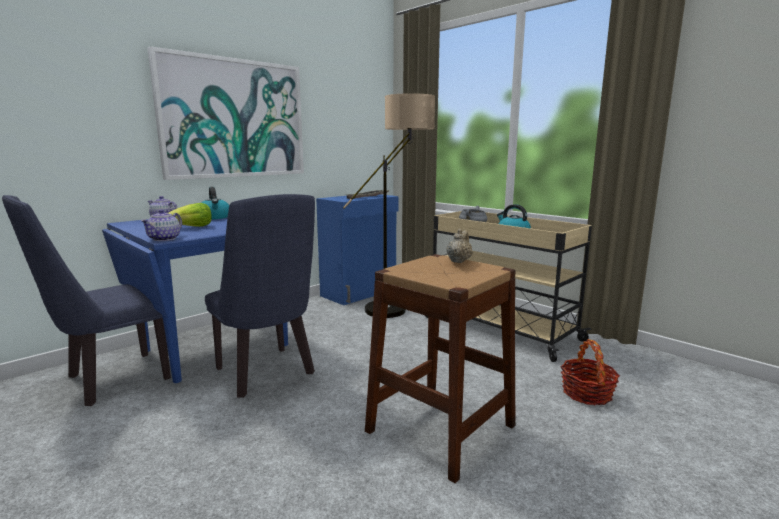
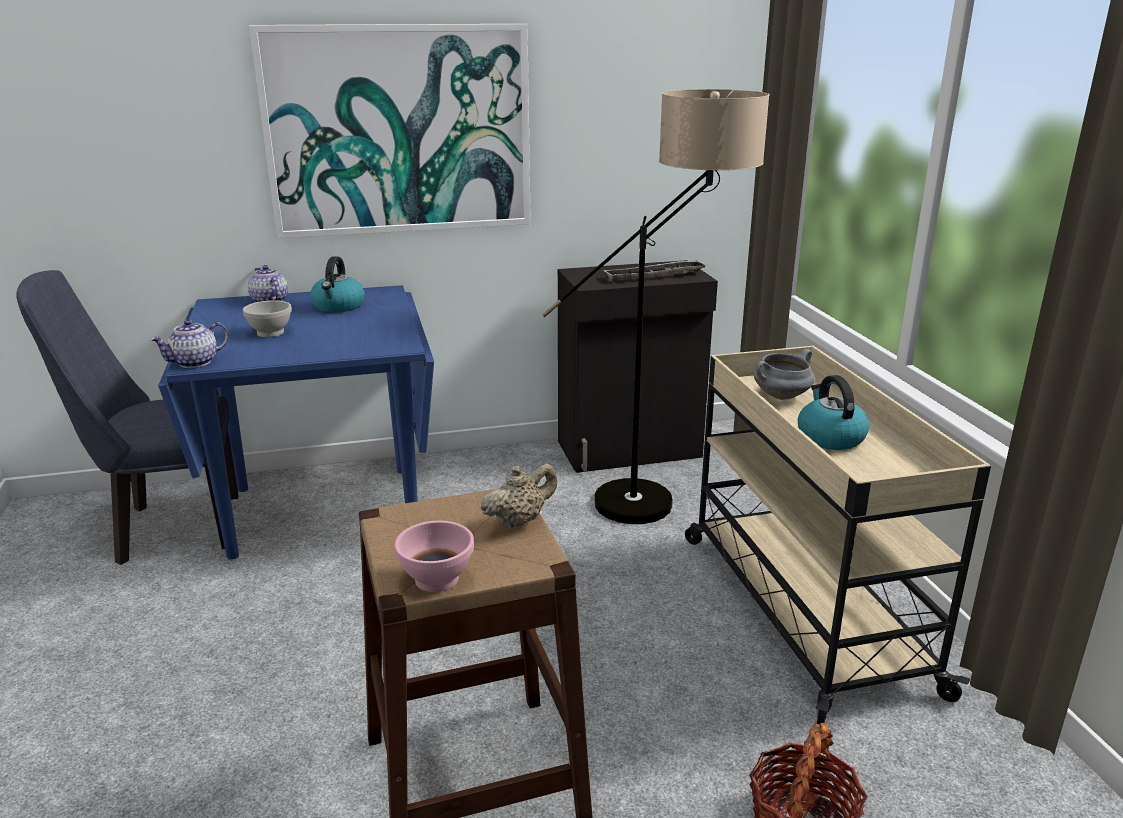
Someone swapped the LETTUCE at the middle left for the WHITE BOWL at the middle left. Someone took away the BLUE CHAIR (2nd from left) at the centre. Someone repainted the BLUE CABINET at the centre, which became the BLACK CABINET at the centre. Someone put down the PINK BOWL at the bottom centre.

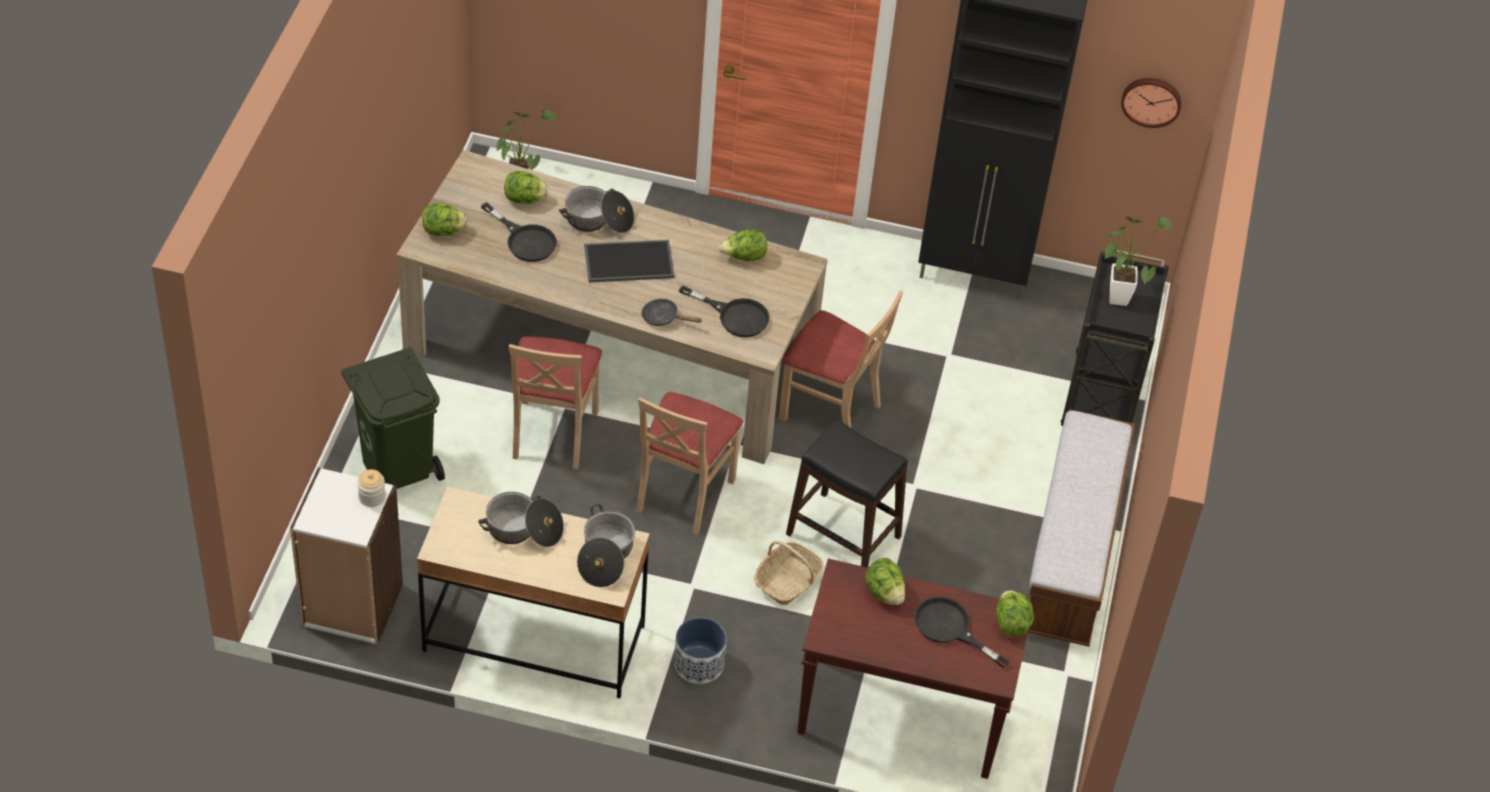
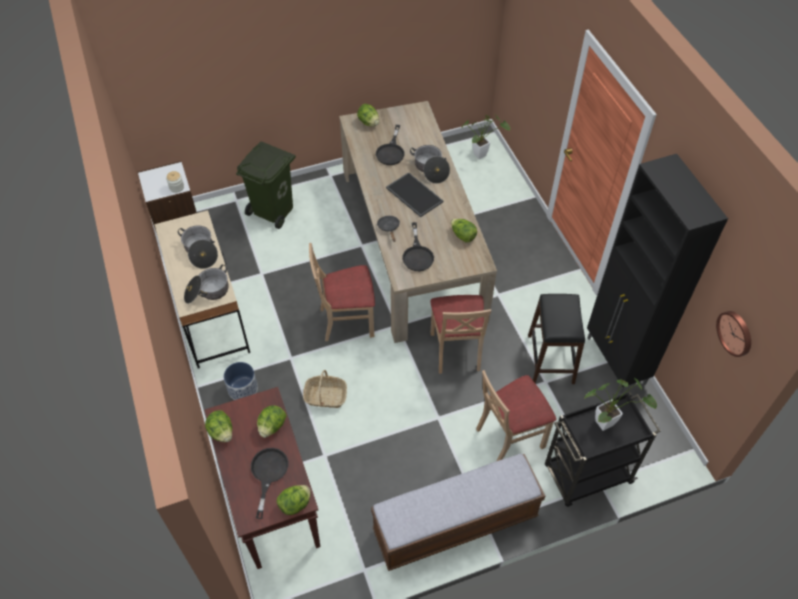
Someone carried the LETTUCE (2nd from left in the first image) from the top centre to the bottom left. Someone carried the BEIGE CHAIR (1st from left in the first image) from the centre to the bottom centre. Someone carried the BLACK STOOL from the centre to the middle right.

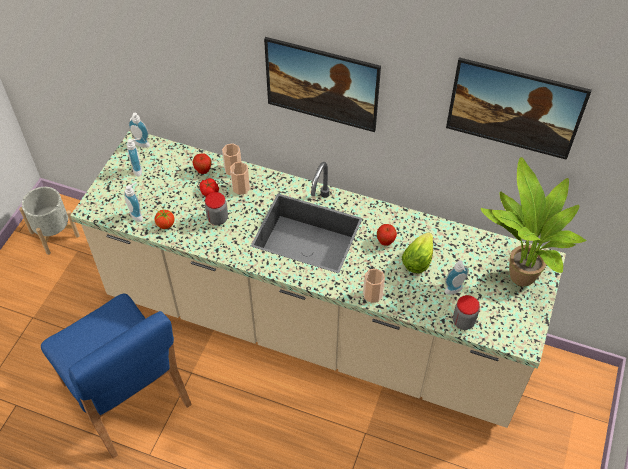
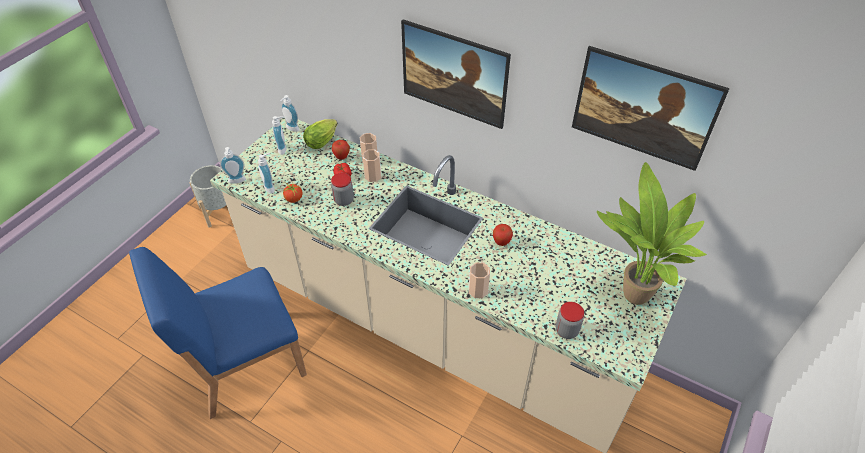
Someone rotated the BLUE CHAIR at the bottom left by 90 degrees clockwise. Someone carried the LETTUCE from the centre to the top centre. Someone carried the SOAP DISPENSER (4th from left in the first image) from the middle right to the middle left.

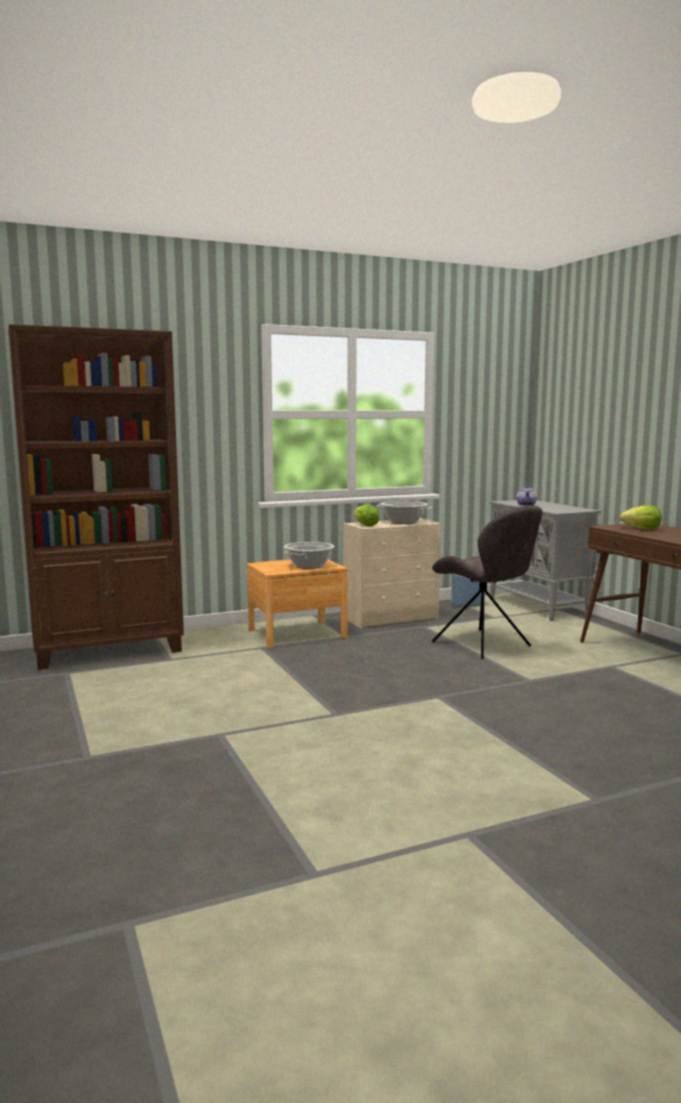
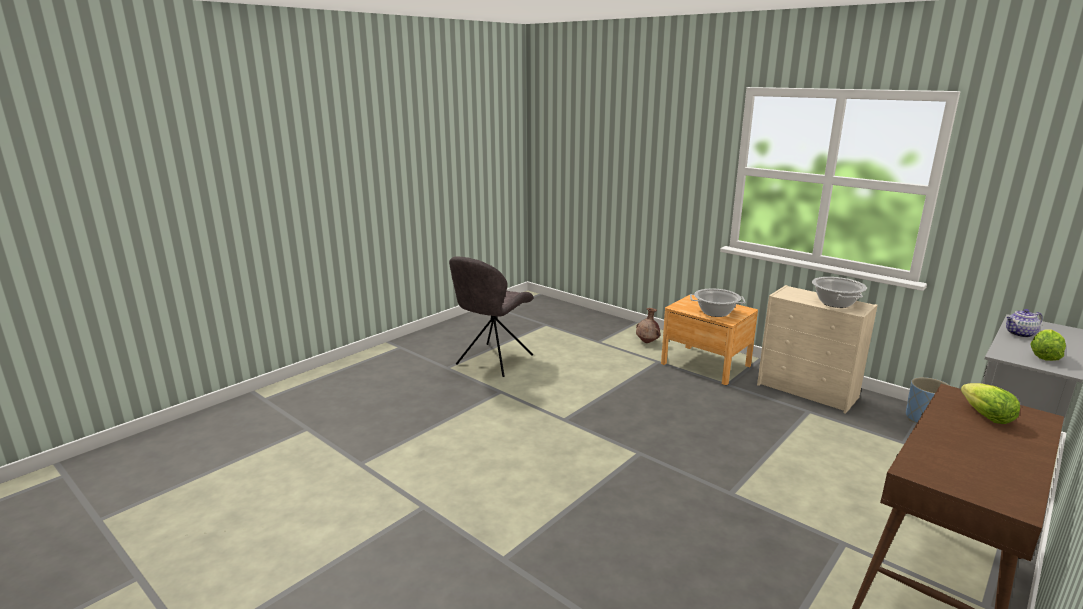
Someone took away the BROWN BOOKCASE at the middle left. Someone carried the LETTUCE (1st from left in the first image) from the centre to the middle right. Someone carried the GREY CHAIR from the middle right to the centre. Someone put down the BROWN VASE at the centre.

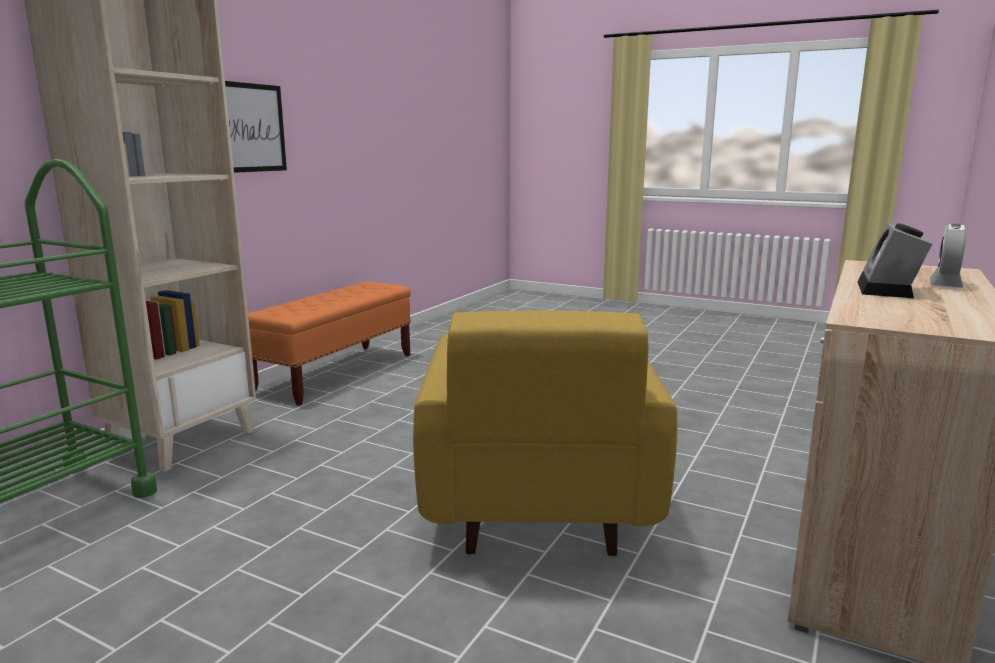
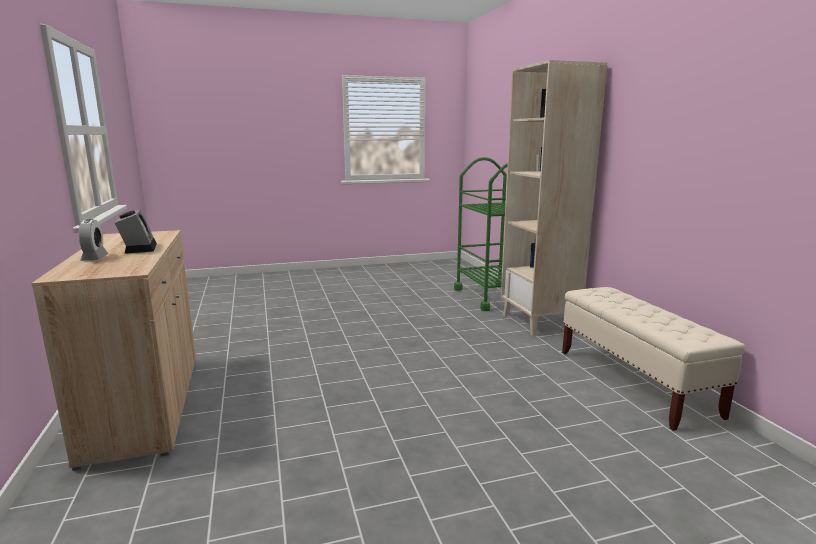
Someone took away the PICTURE at the top left. Someone repainted the ORANGE BENCH at the middle left, which became the BEIGE BENCH at the middle right. Someone took away the YELLOW ARMCHAIR at the centre.

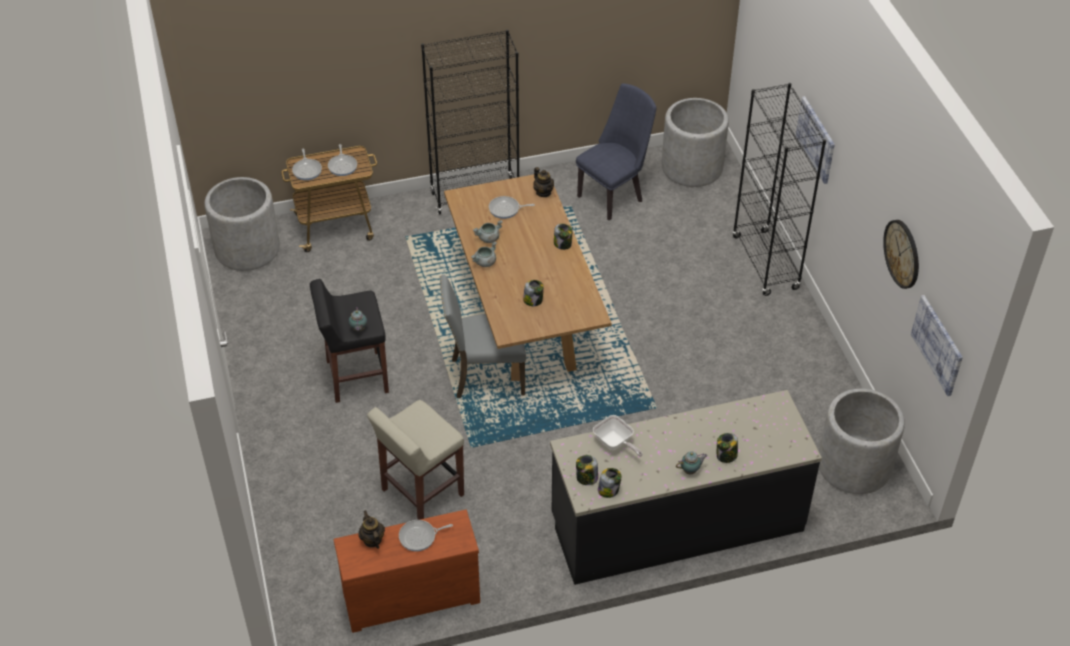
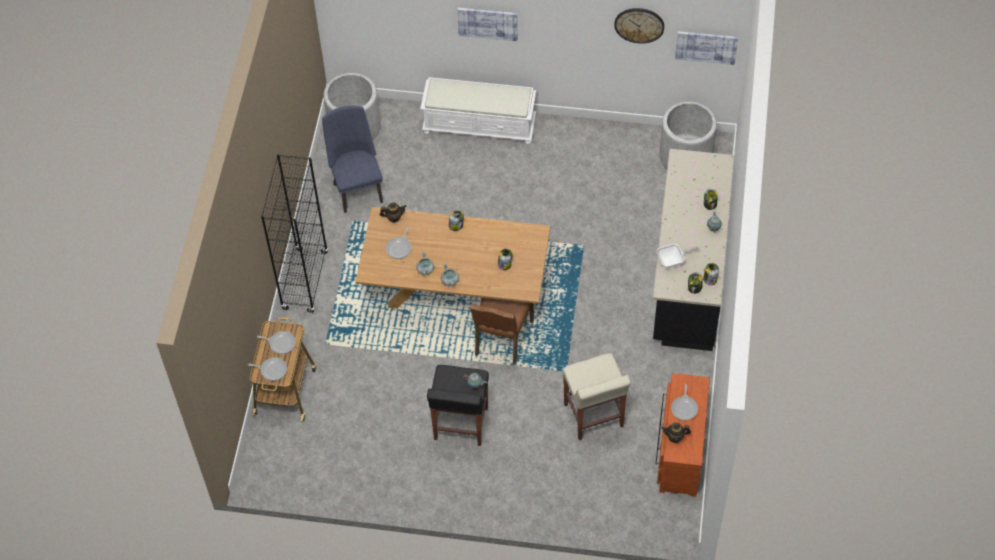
Someone took away the GREY PLANTER (1st from left) at the middle left. Someone repainted the GREY CHAIR at the centre, which became the BROWN CHAIR at the centre. Someone swapped the BLACK BOOKCASE (2nd from left) at the top right for the WHITE BENCH at the top centre.

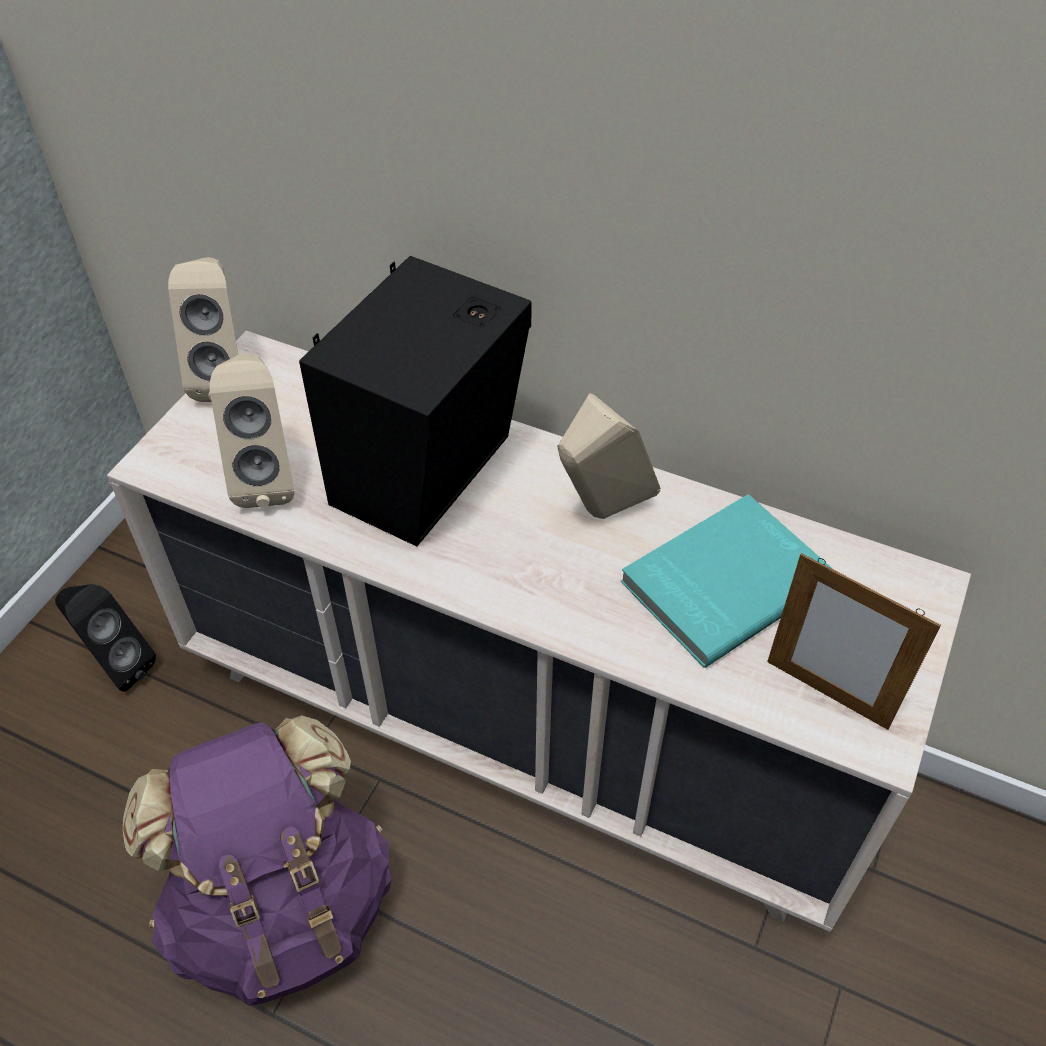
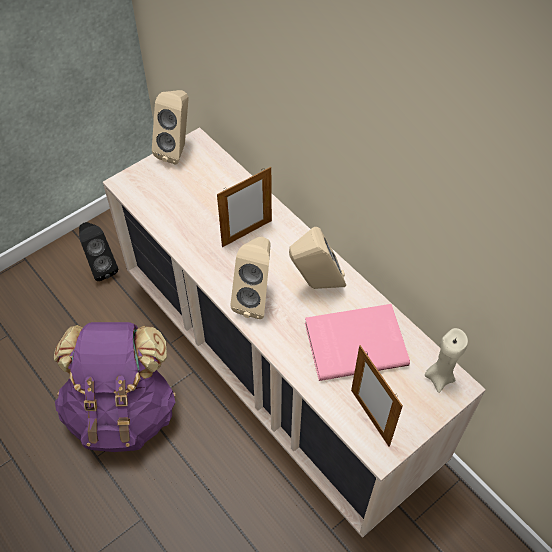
Someone carried the BEIGE SPEAKER (2nd from left) from the middle left to the centre. Someone swapped the BLACK SPEAKER (2nd from left) at the centre for the PICTURE FRAME (1st from left) at the centre. Someone repainted the TURQUOISE BOOK at the middle right, which became the PINK BOOK at the centre. Someone put down the BEIGE CANDLE at the middle right.

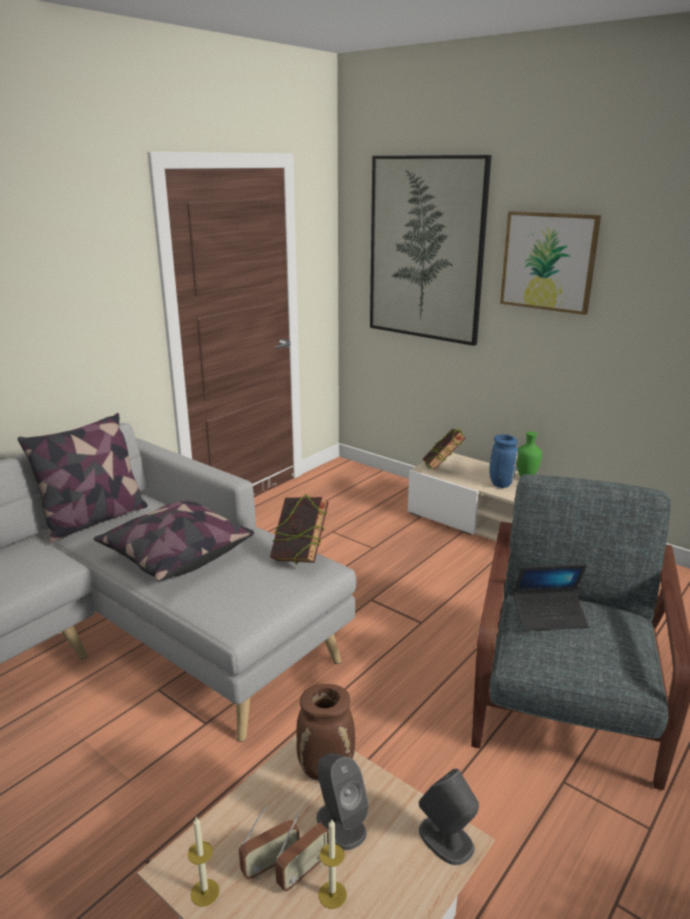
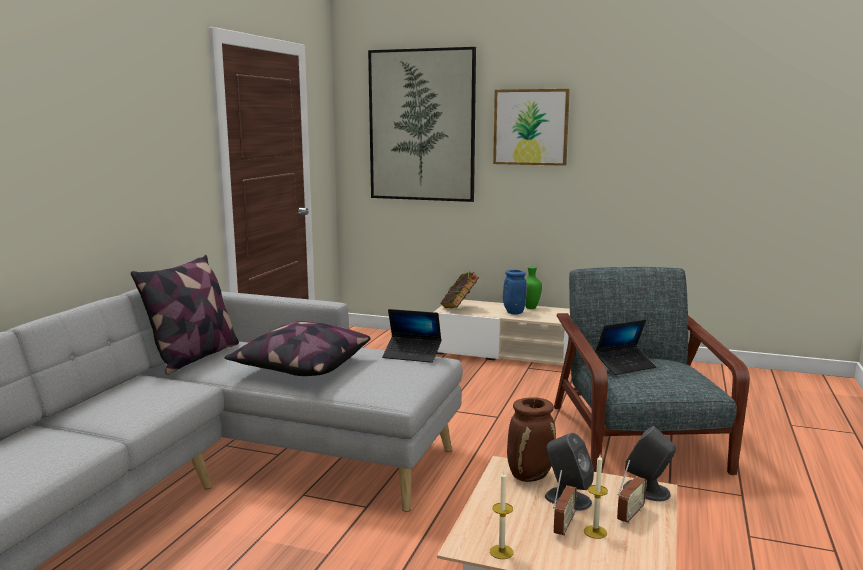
Someone carried the RADIO (1st from left in the first image) from the bottom centre to the bottom right. Someone swapped the BOOK (1st from left) at the centre for the LAPTOP (1st from left) at the centre.

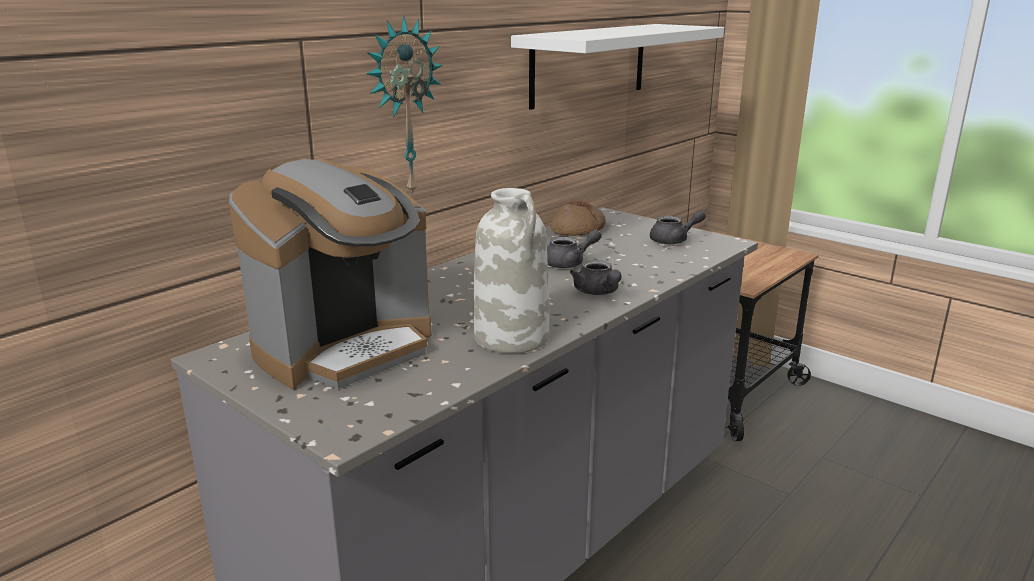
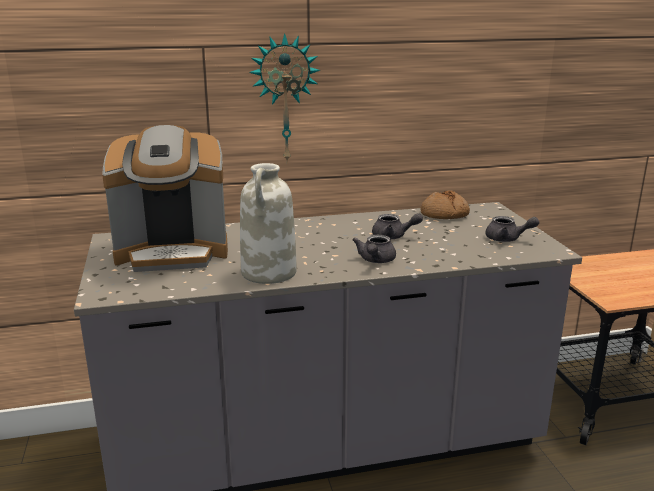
Someone took away the WHITE SHELF at the top centre.

